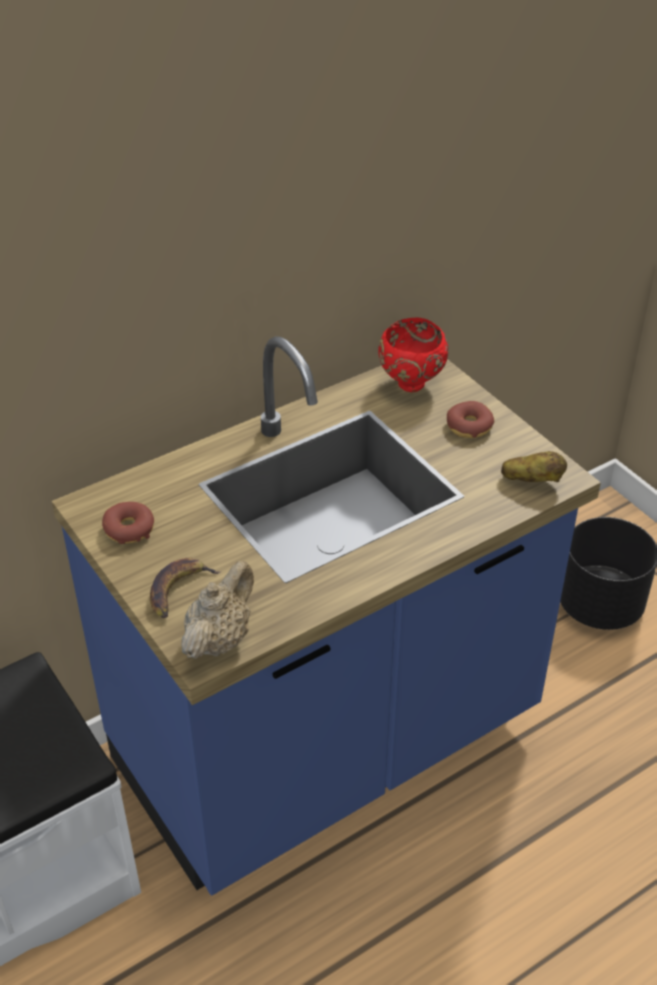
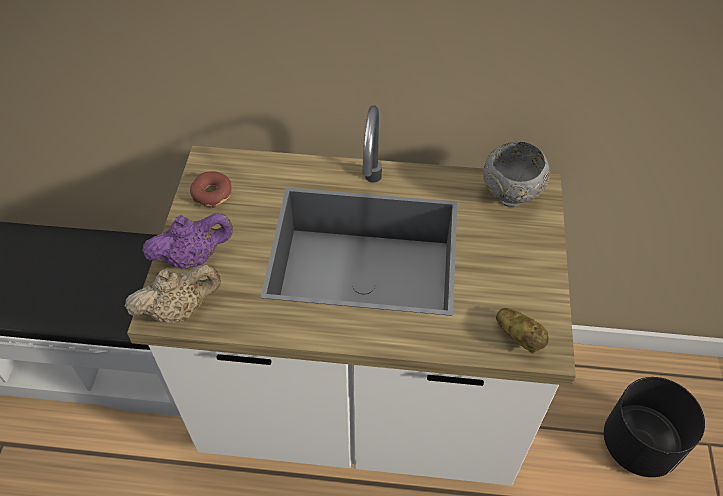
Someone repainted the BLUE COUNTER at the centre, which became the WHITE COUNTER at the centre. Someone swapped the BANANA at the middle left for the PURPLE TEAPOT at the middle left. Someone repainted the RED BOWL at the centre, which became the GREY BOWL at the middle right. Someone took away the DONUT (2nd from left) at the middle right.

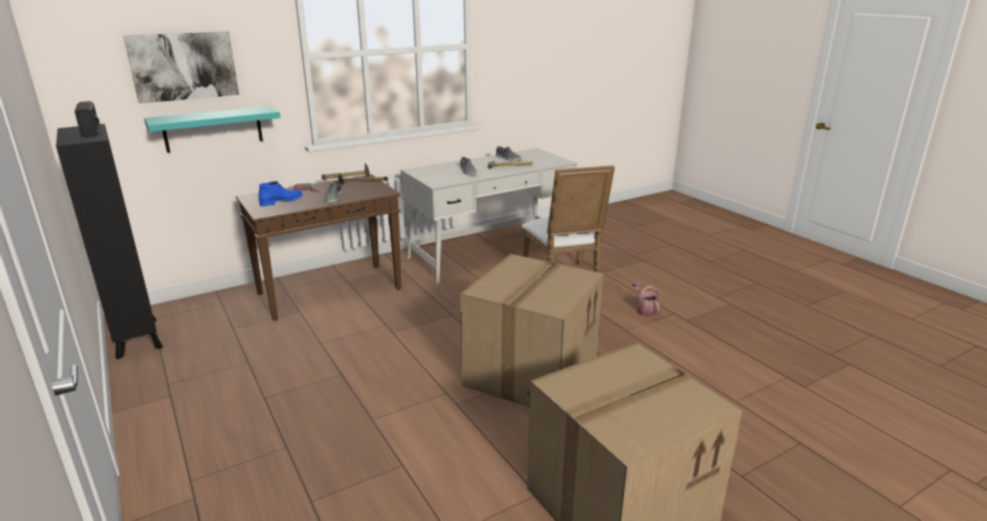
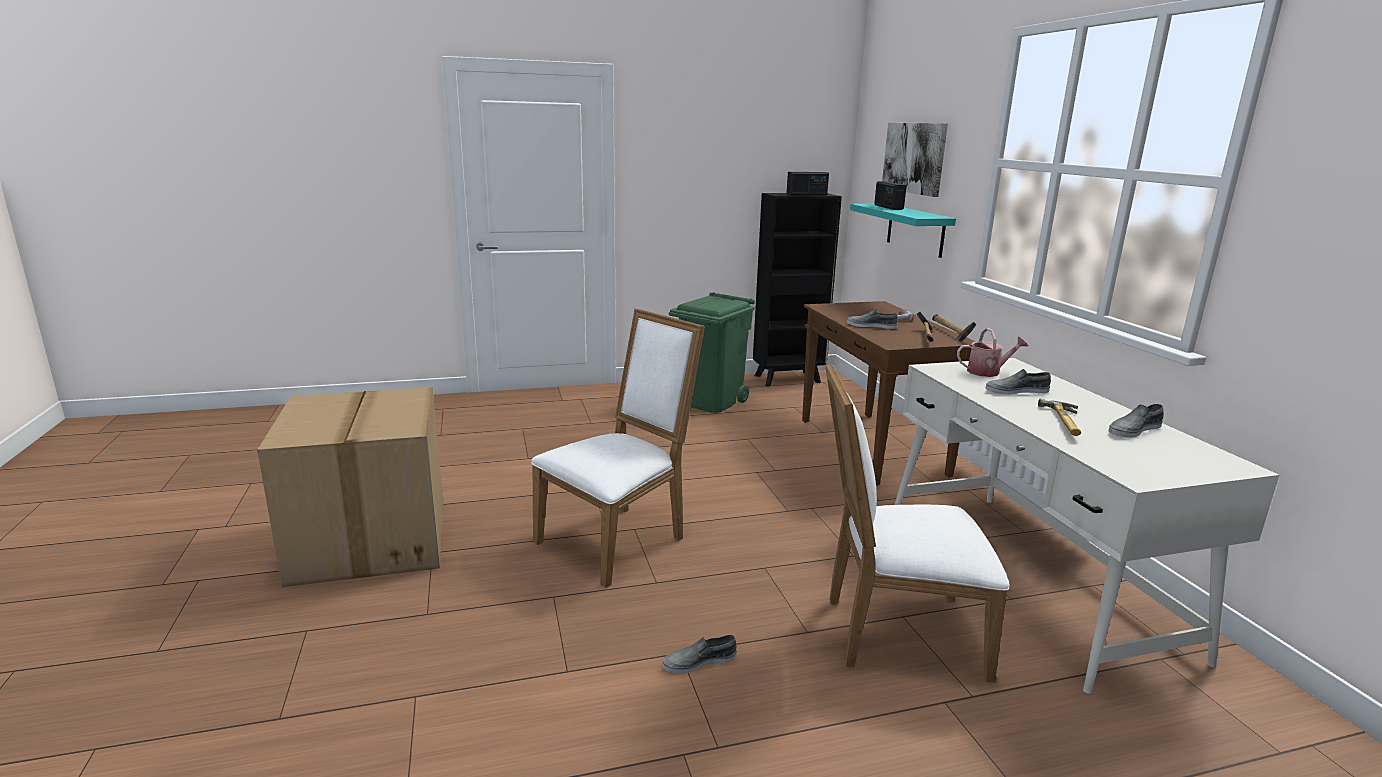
Someone took away the BLUE BOOT at the middle left. Someone swapped the CARDBOARD BOX (1st from left) at the centre for the WHITE CHAIR (1st from left) at the centre. Someone carried the WATERING CAN from the centre to the middle right. Someone put down the GREY SHOE (1st from left) at the bottom centre. Someone put down the GREEN TRASH CAN at the centre. Someone put down the RADIO (2nd from left) at the top centre.

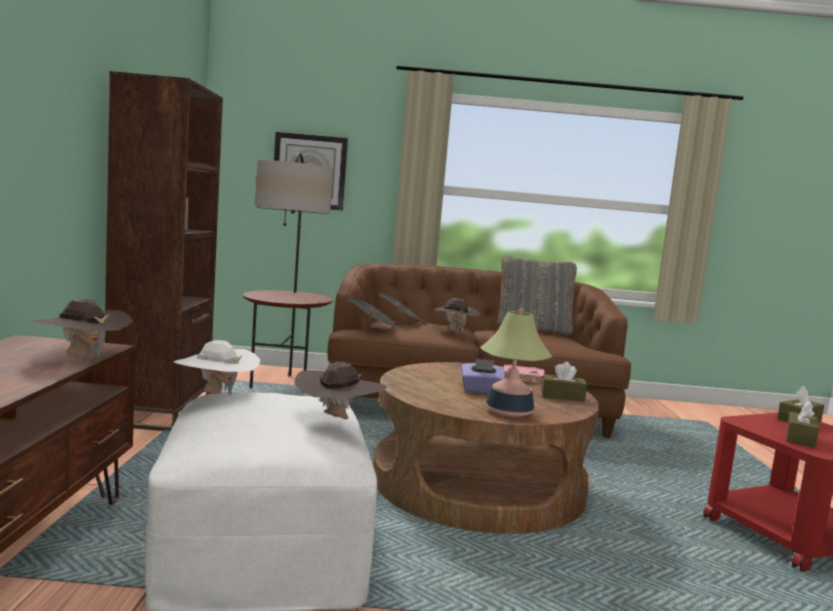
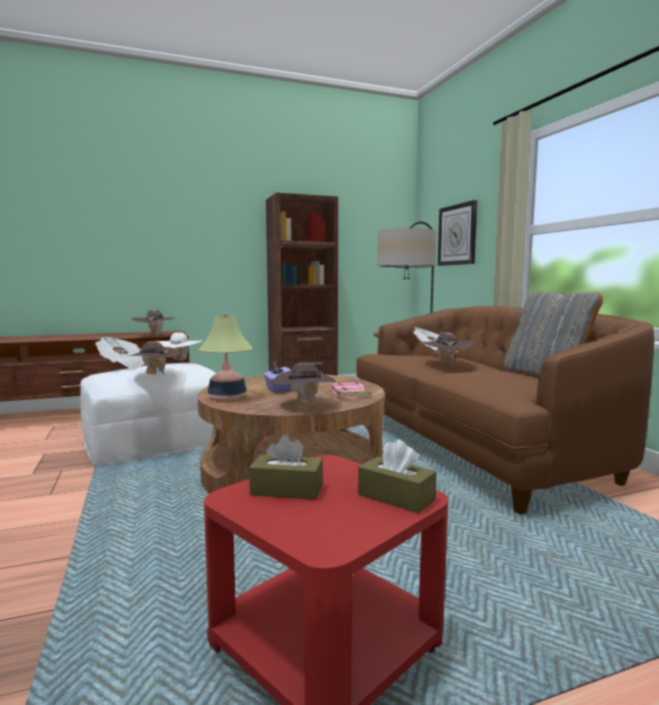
Someone carried the NEWSPAPER (1st from left) from the centre to the middle left. Someone swapped the BROWN TISSUE BOX (1st from left) at the middle right for the BROWN HAT (3rd from left) at the centre.

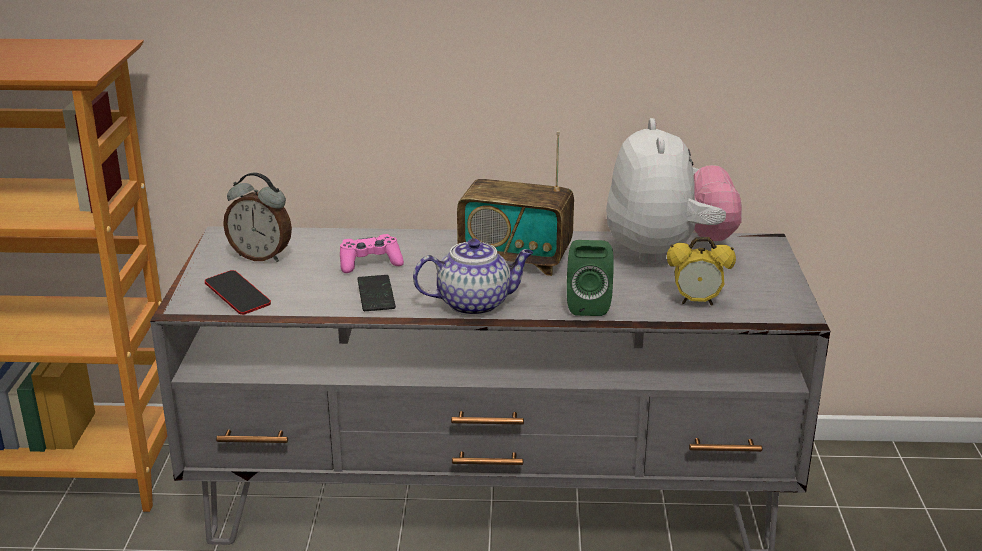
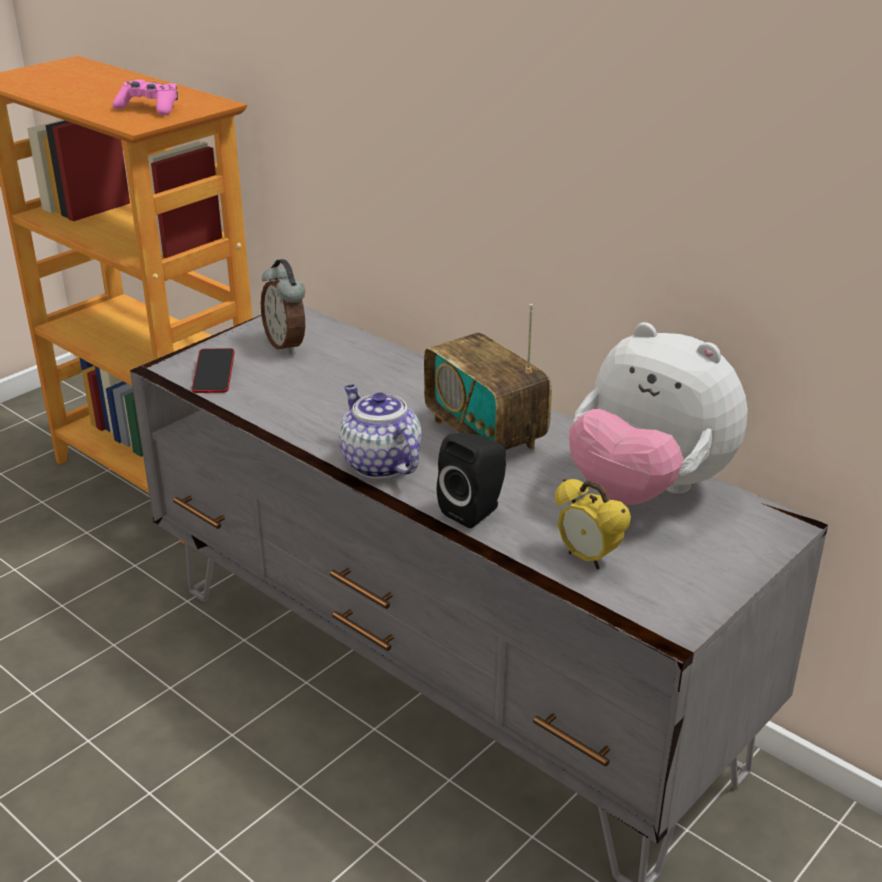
Someone carried the PINK GAME CONTROLLER from the centre to the top left. Someone took away the PHONE (2nd from left) at the centre. Someone rotated the TEAPOT at the centre by 150 degrees counterclockwise. Someone repainted the GREEN SPEAKER at the centre, which became the BLACK SPEAKER at the centre. Someone rotated the PLUSH TOY at the middle right by 90 degrees clockwise.

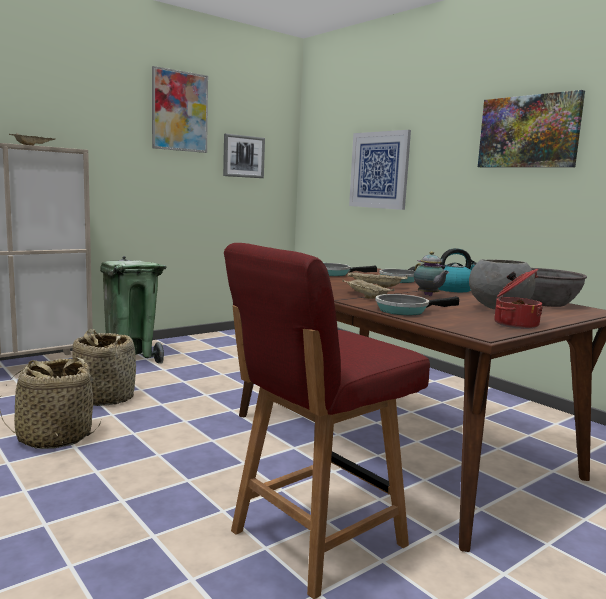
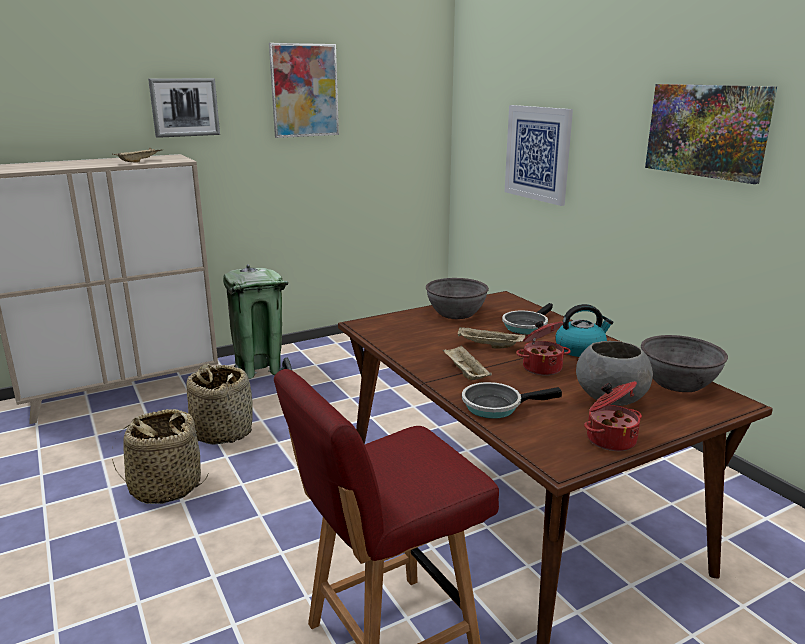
Someone carried the PICTURE (2nd from left in the first image) from the top centre to the top left. Someone swapped the FRYING PAN (1st from left) at the centre for the GREY BOWL (1st from left) at the centre. Someone swapped the TEAPOT at the middle right for the COOKING POT (1st from left) at the middle right.

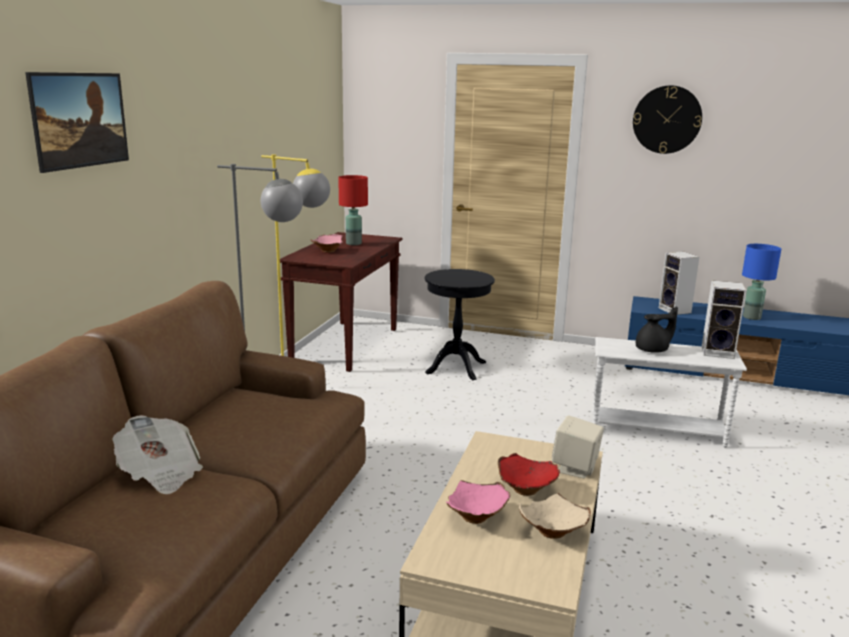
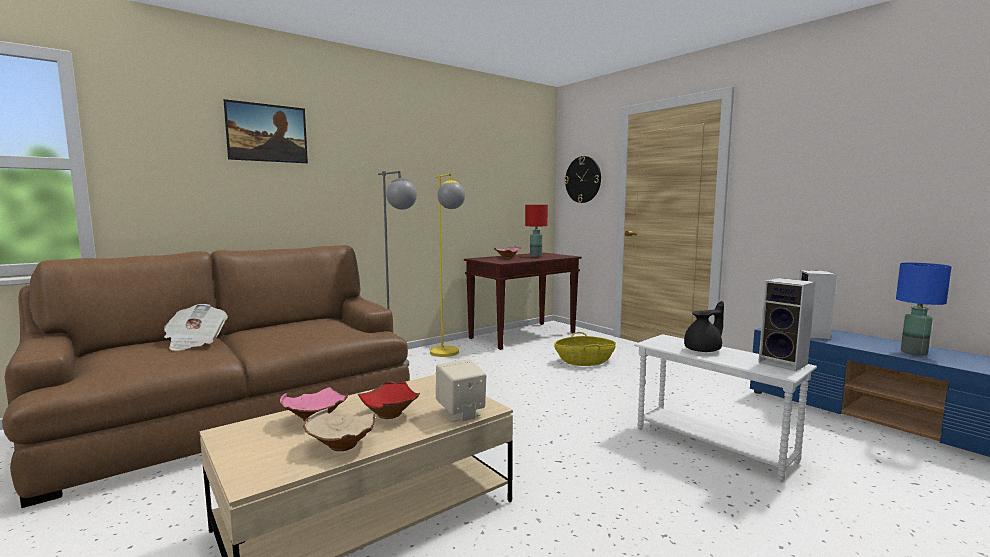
Someone swapped the BLACK SIDE TABLE at the centre for the BASKET at the centre. Someone carried the WALL CLOCK from the top right to the top centre. Someone rotated the BLACK TEAPOT at the middle right by 45 degrees counterclockwise.

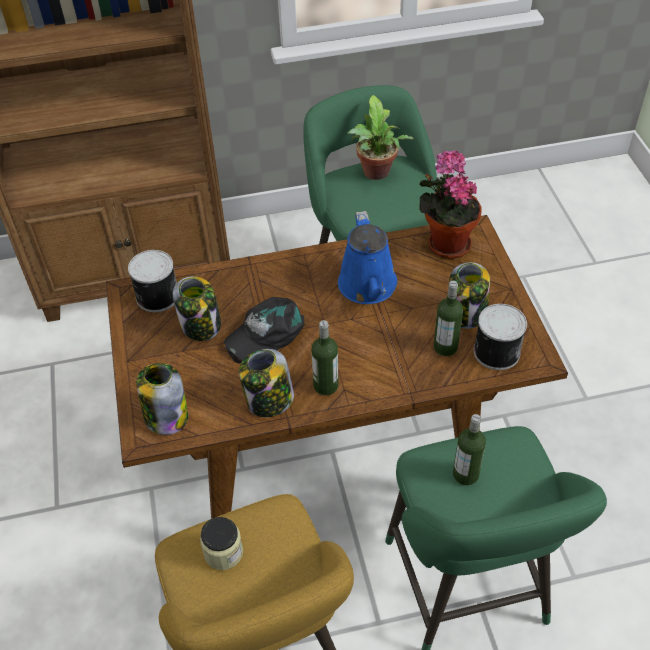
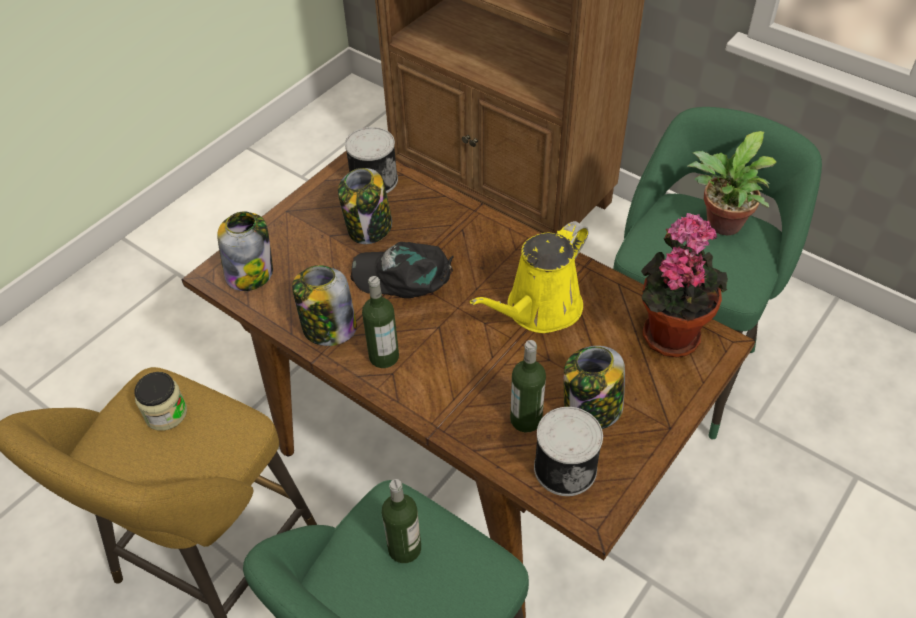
Someone repainted the BLUE WATERING CAN at the centre, which became the YELLOW WATERING CAN at the centre.

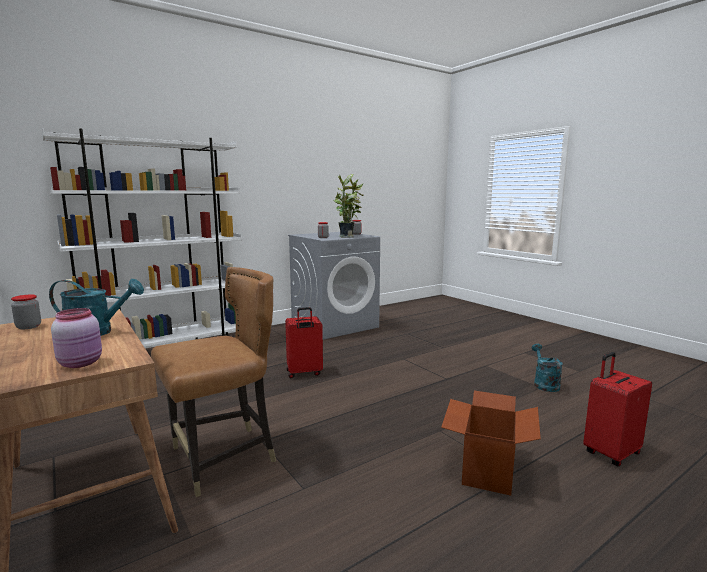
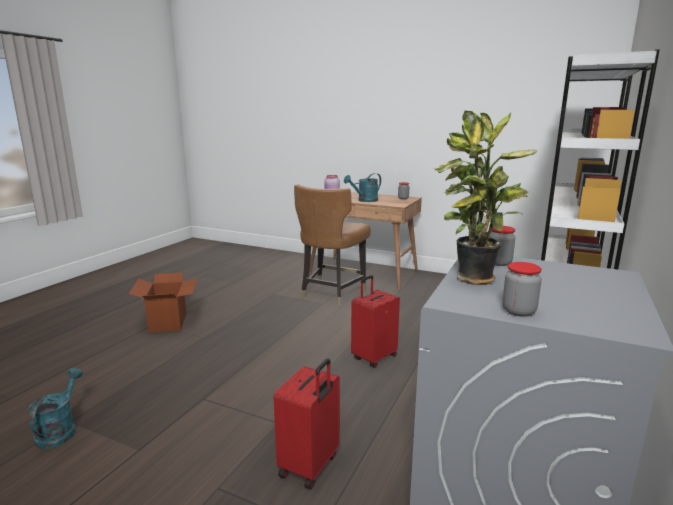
Someone rotated the TURQUOISE WATERING CAN (2nd from left in the first image) at the middle right by 150 degrees counterclockwise. Someone carried the RED SUITCASE (2nd from left in the first image) from the bottom right to the bottom centre.

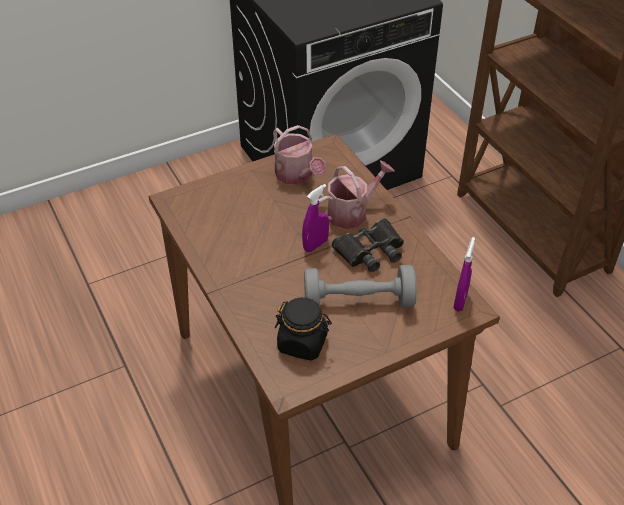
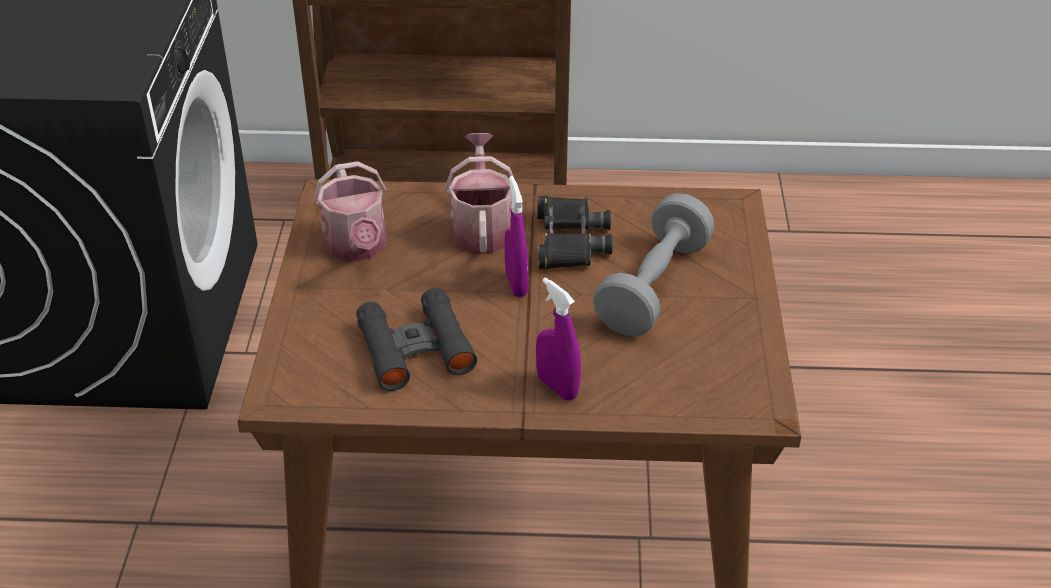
Someone rotated the WATERING CAN (1st from left) at the top centre by 75 degrees clockwise. Someone took away the BLACK JAR at the centre. Someone carried the PURPLE SPRAY BOTTLE (2nd from left) from the middle right to the centre. Someone put down the BLACK BINOCULARS (1st from left) at the centre.

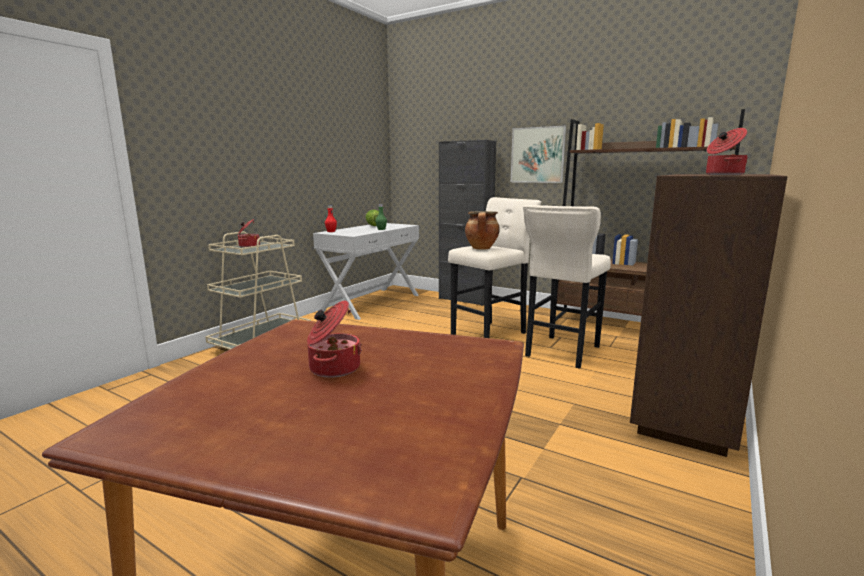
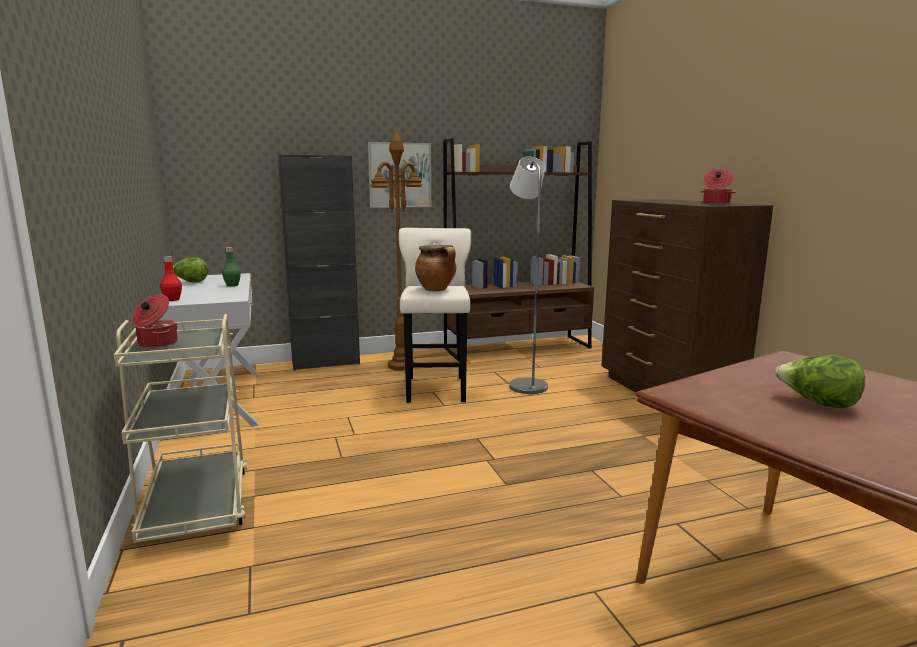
Someone swapped the COOKING POT (2nd from left) at the centre for the LETTUCE (2nd from left) at the middle right. Someone swapped the BEIGE STOOL (2nd from left) at the centre for the GREY FLOOR LAMP at the centre. Someone put down the BROWN FLOOR LAMP at the centre.

